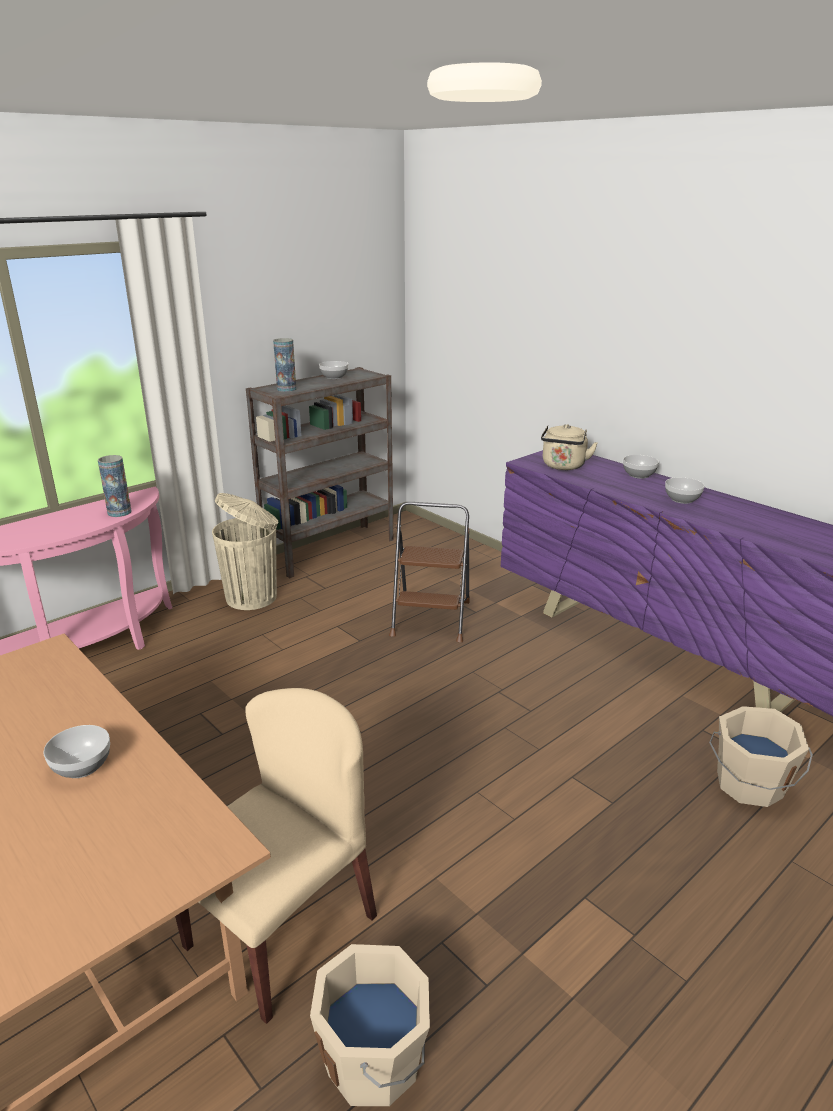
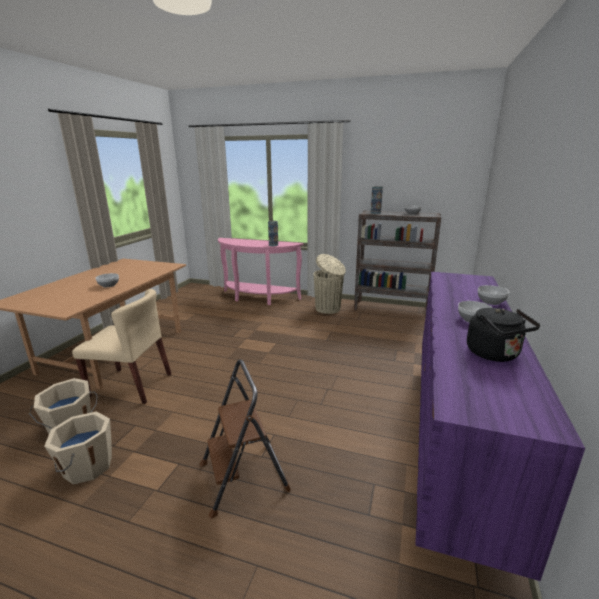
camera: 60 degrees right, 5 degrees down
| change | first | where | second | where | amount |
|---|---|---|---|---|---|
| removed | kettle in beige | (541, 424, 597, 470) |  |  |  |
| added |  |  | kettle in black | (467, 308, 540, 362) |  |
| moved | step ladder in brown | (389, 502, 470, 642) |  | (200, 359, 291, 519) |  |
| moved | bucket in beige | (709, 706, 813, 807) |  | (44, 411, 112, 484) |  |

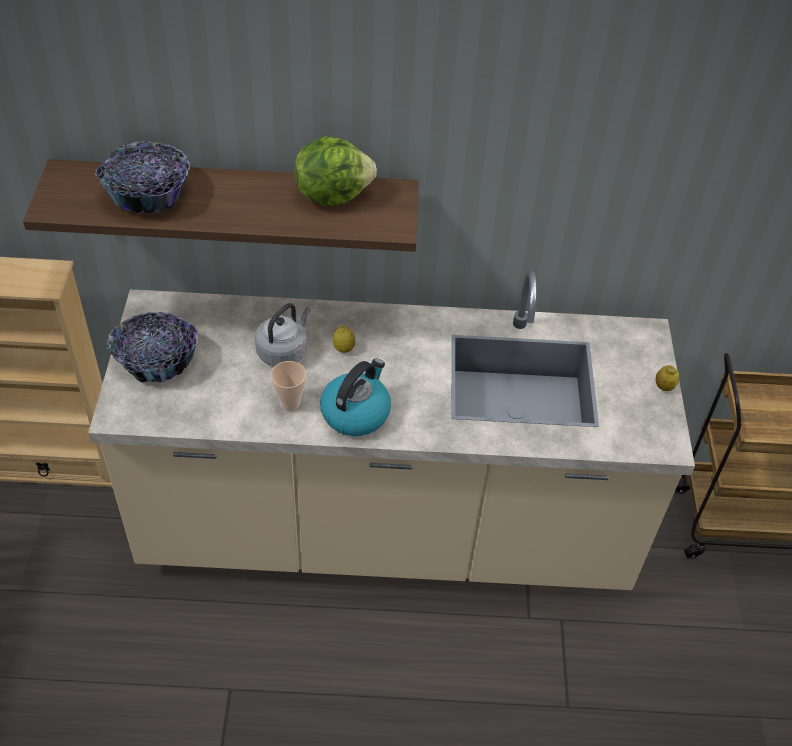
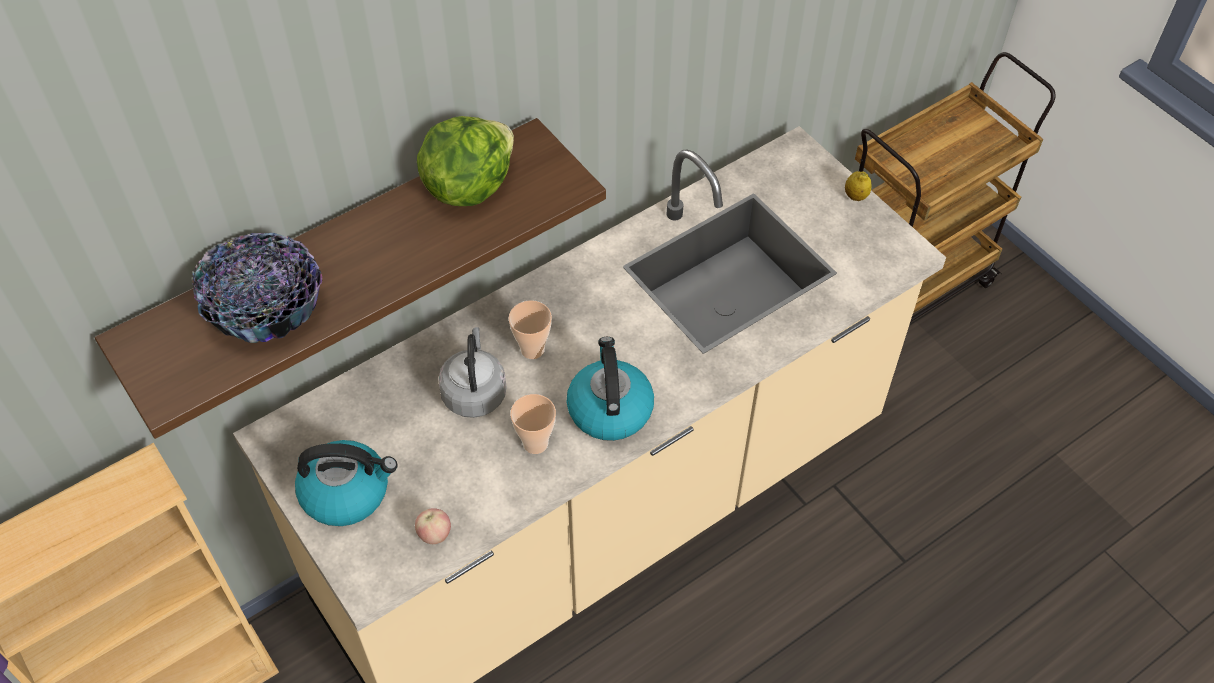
camera: 35 degrees left, 5 degrees up
| change | first | where | second | where | amount |
|---|---|---|---|---|---|
| added |  |  | apple | (415, 508, 451, 544) |  |
| replaced | bowl | (106, 312, 198, 383) | kettle | (295, 440, 398, 526) |  |
| replaced | lemon | (333, 325, 355, 353) | cup | (508, 300, 552, 359) |  |

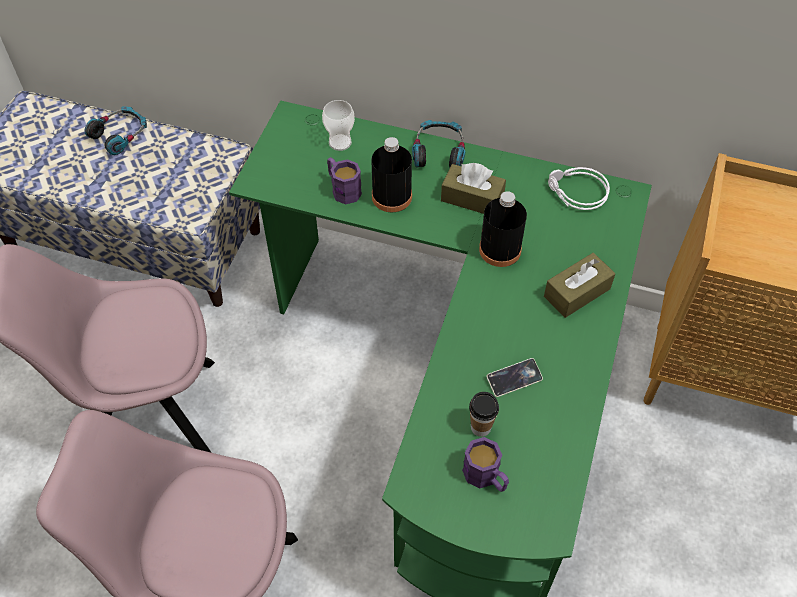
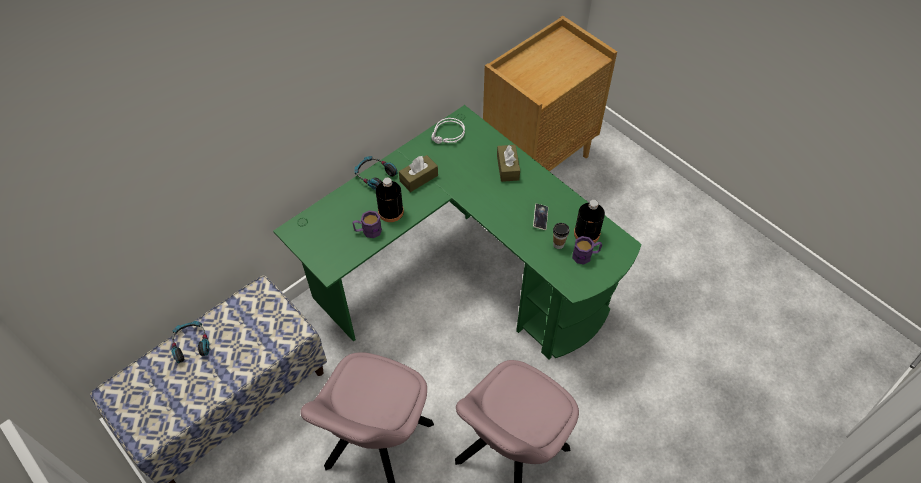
camera: 60 degrees left, 0 degrees up
| change | first | where | second | where | amount |
|---|---|---|---|---|---|
| removed | cup | (322, 100, 355, 151) |  |  |  |
| moved | bottle in black | (479, 191, 527, 267) |  | (574, 200, 605, 243) |  |

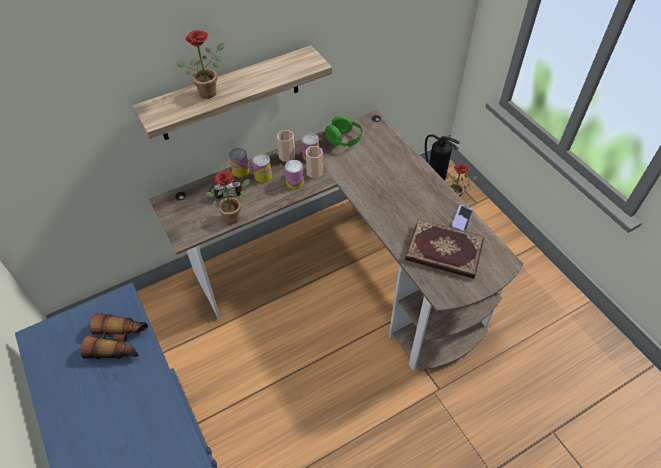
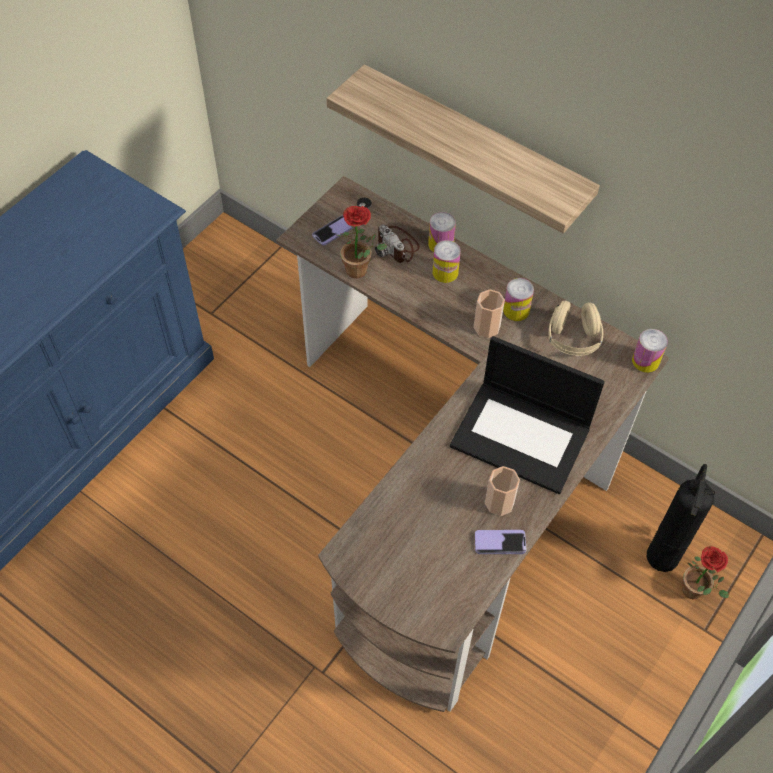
camera: 65 degrees right, 5 degrees up
| change | first | where | second | where | amount |
|---|---|---|---|---|---|
| removed | binoculars | (81, 313, 148, 359) |  |  |  |
| removed | potted plant | (177, 30, 224, 99) |  |  |  |
| removed | book | (405, 219, 485, 279) |  |  |  |
| added |  |  | phone | (312, 215, 353, 245) |  |
| added |  |  | laptop | (450, 336, 605, 494) |  |
| moved | cup | (277, 130, 295, 162) |  | (485, 466, 520, 516) |  |
| moved | can | (285, 160, 304, 189) |  | (632, 329, 668, 373) |  |
| recoloured | headphones in green | (324, 115, 364, 147) | headphones in beige | (548, 301, 603, 356) |  |

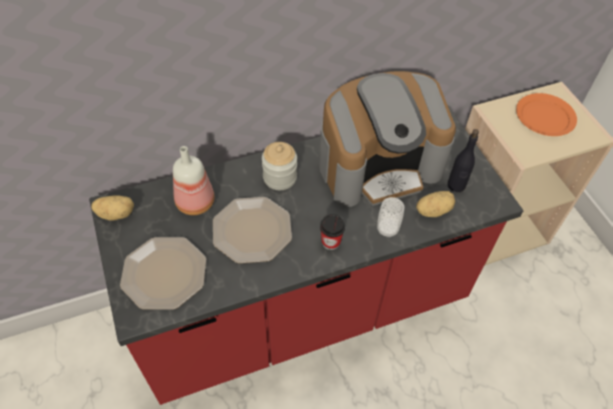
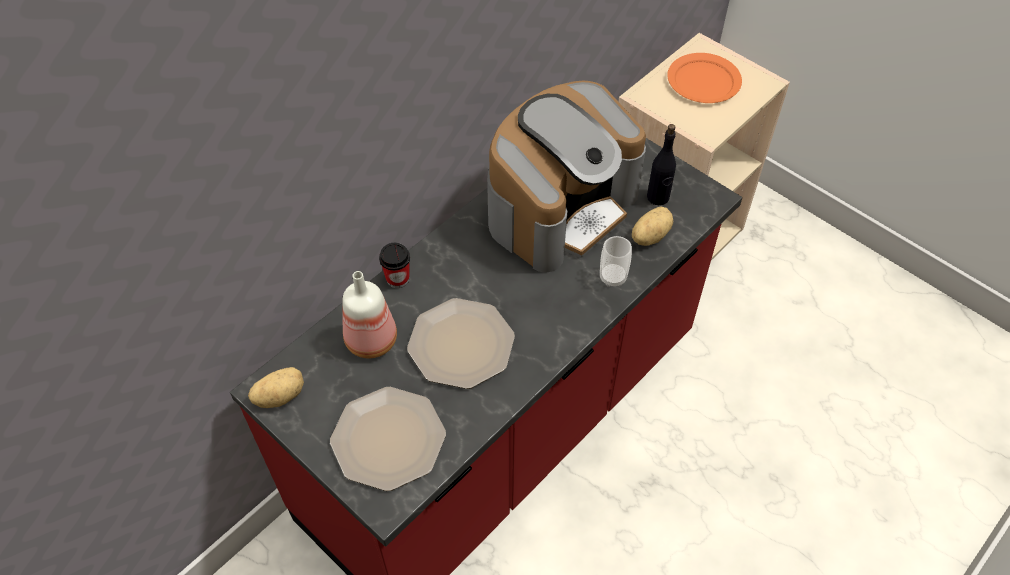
camera: 25 degrees left, 0 degrees up
| change | first | where | second | where | amount |
|---|---|---|---|---|---|
| removed | jar | (262, 142, 297, 190) |  |  |  |
| moved | cup | (320, 214, 345, 250) |  | (379, 243, 410, 288) |  |

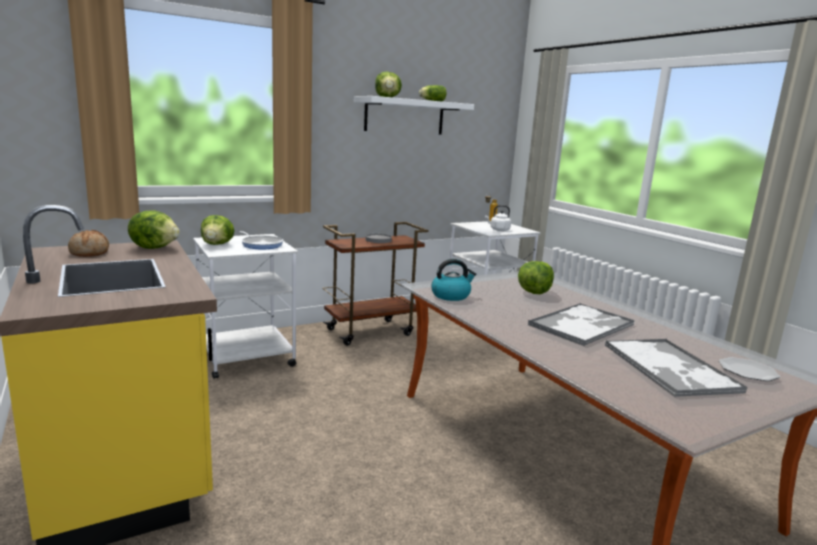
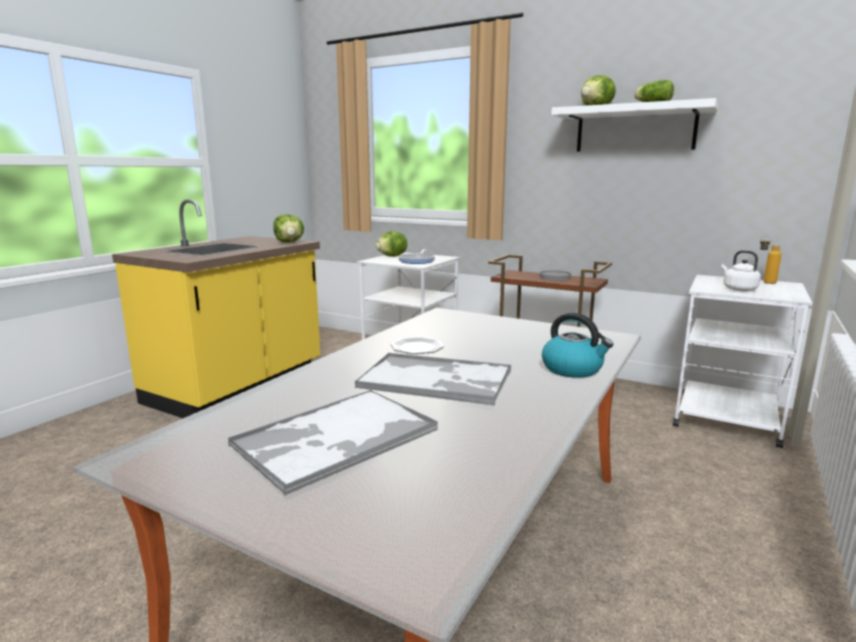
camera: 60 degrees right, 0 degrees up
| change | first | where | second | where | amount |
|---|---|---|---|---|---|
| removed | bread | (68, 230, 109, 257) |  |  |  |
| removed | lettuce | (518, 261, 554, 294) |  |  |  |
| moved | kettle | (431, 259, 476, 301) |  | (542, 313, 613, 378) |  |
| moved | plate | (719, 357, 780, 381) |  | (391, 337, 444, 354) |  |

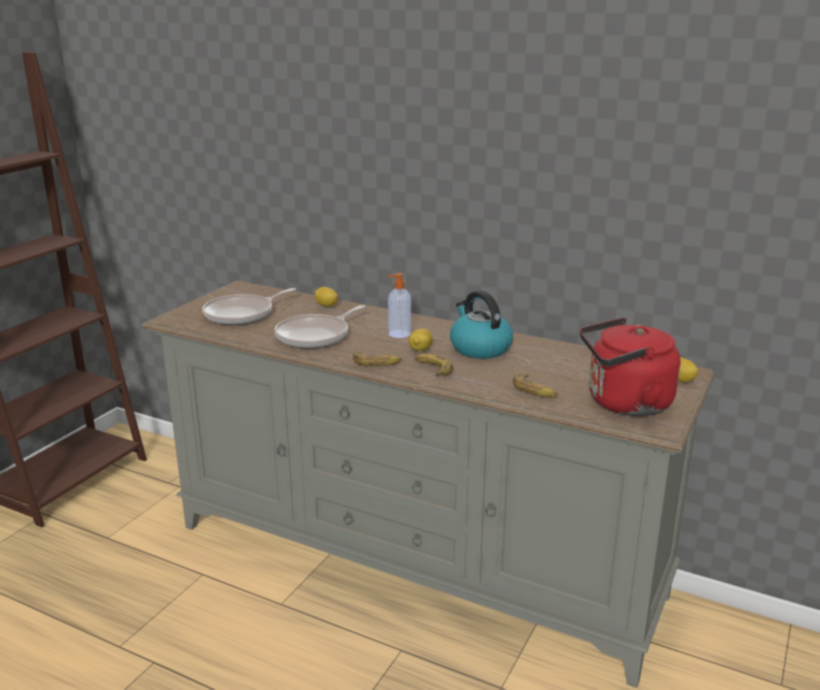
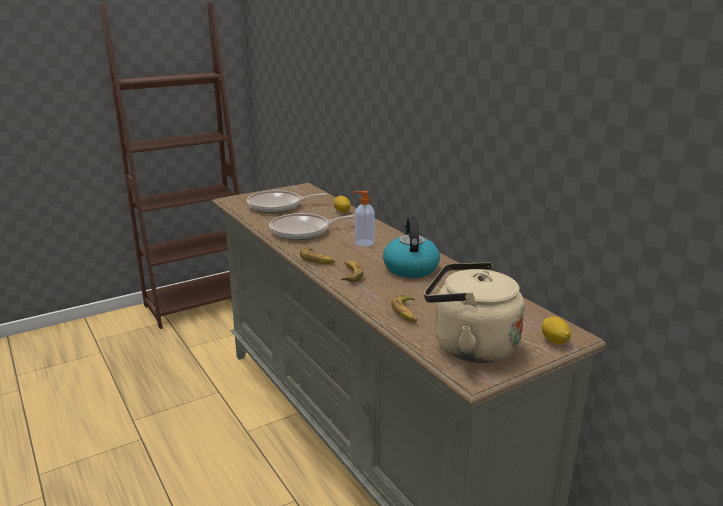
camera: 30 degrees right, 0 degrees up
| change | first | where | second | where | amount |
|---|---|---|---|---|---|
| removed | lemon | (409, 328, 432, 351) |  |  |  |
| recoloured | kettle in red | (580, 317, 681, 416) | kettle in beige | (424, 262, 525, 363) |  |

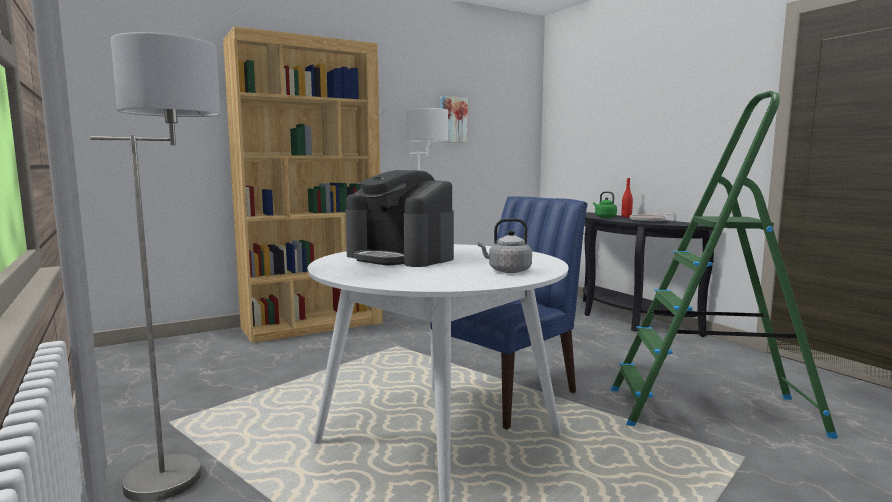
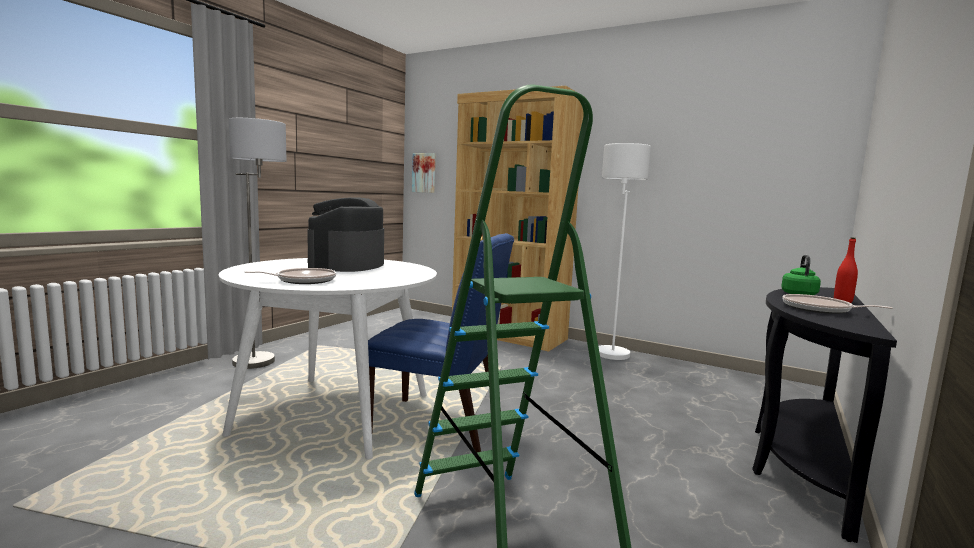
camera: 60 degrees right, 0 degrees up
| change | first | where | second | where | amount |
|---|---|---|---|---|---|
| moved | picture | (440, 96, 468, 143) |  | (412, 153, 435, 193) |  |
| replaced | kettle in grey | (477, 218, 532, 273) | frying pan | (245, 268, 336, 284) |  |

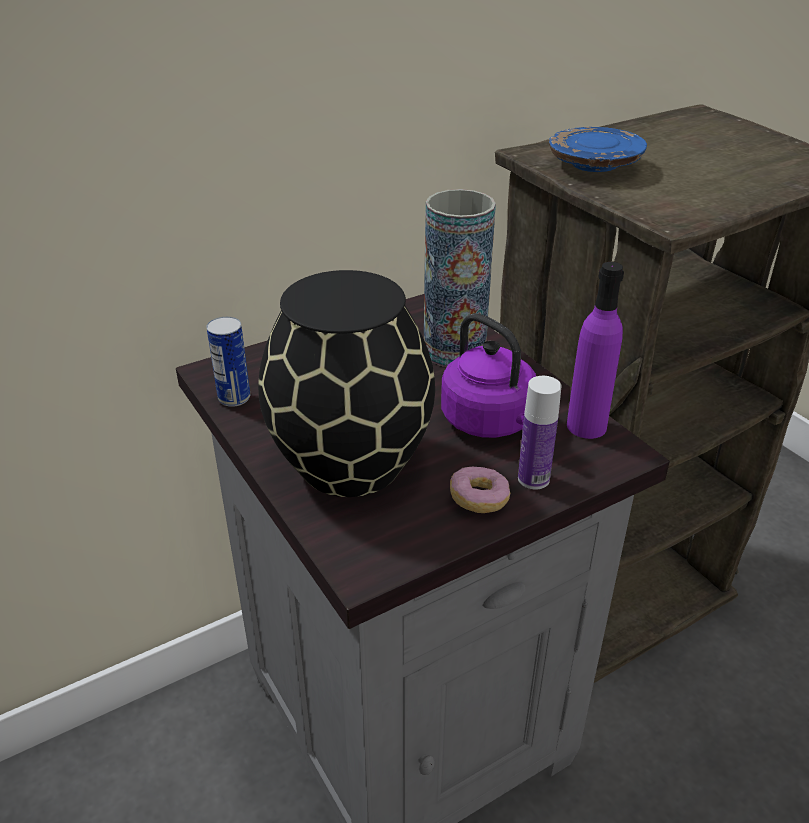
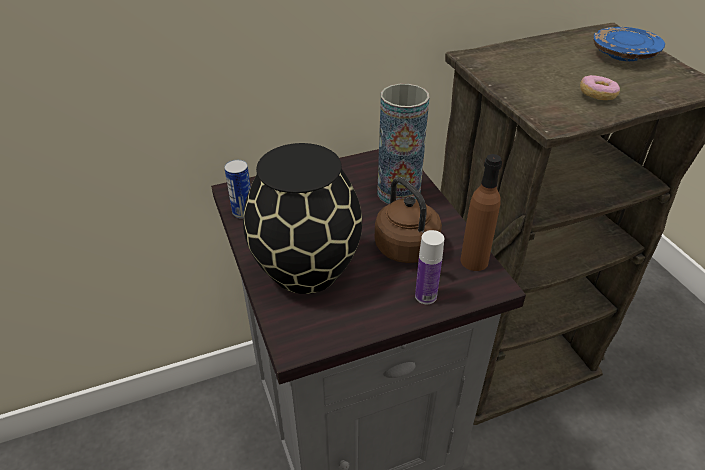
camera: 10 degrees right, 5 degrees up
| change | first | where | second | where | amount |
|---|---|---|---|---|---|
| moved | donut | (450, 467, 510, 513) |  | (580, 75, 620, 100) |  |
| moved | plate in blue | (549, 127, 647, 172) |  | (593, 27, 665, 61) |  |
| recoloured | kettle in purple | (441, 313, 536, 438) | kettle in brown | (375, 177, 442, 263) |  |
| recoloured | bottle in purple | (567, 262, 624, 439) | bottle in brown | (461, 154, 502, 271) |  |

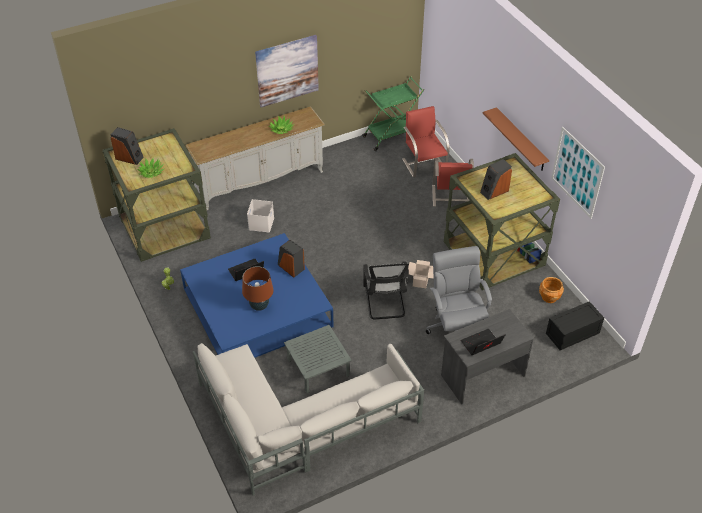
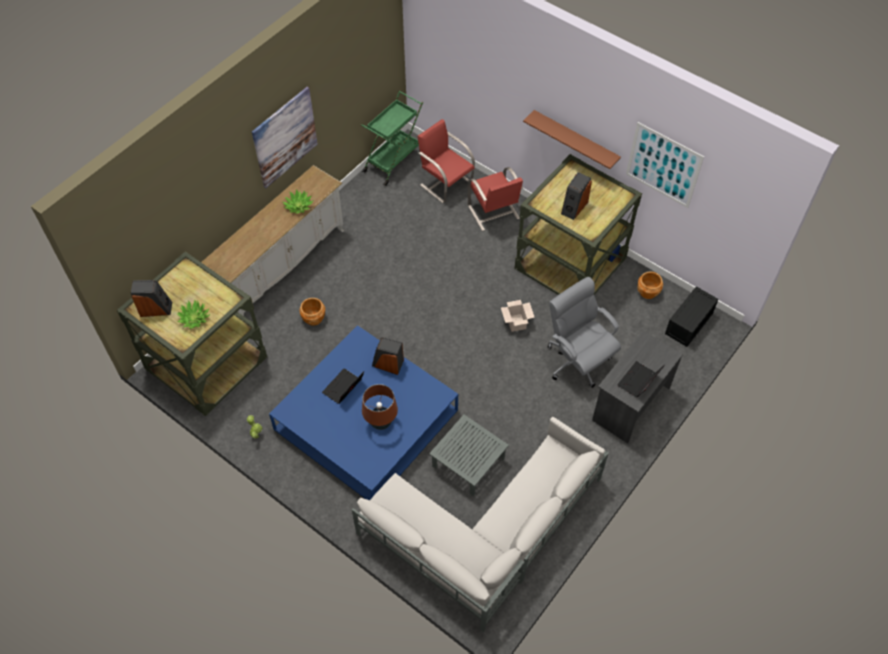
camera: 25 degrees left, 10 degrees up
| change | first | where | second | where | amount |
|---|---|---|---|---|---|
| removed | chair | (363, 261, 409, 319) |  |  |  |
| replaced | storage box in white | (247, 199, 274, 232) | planter in brown | (299, 298, 325, 326) |  |

